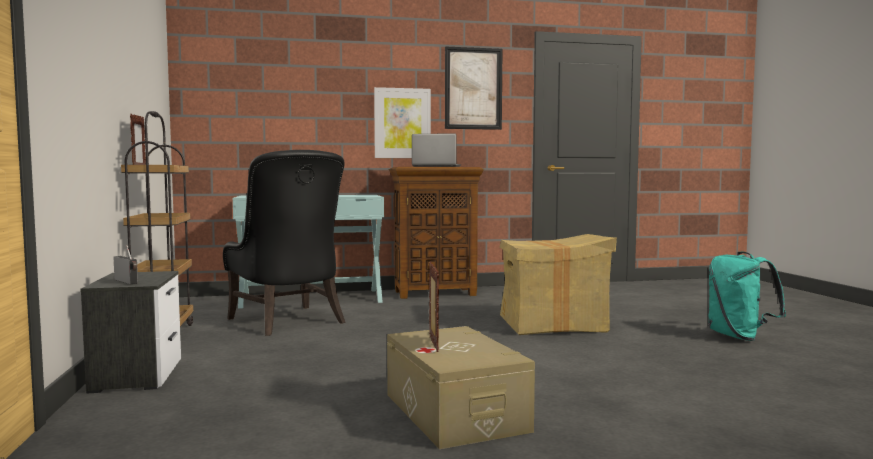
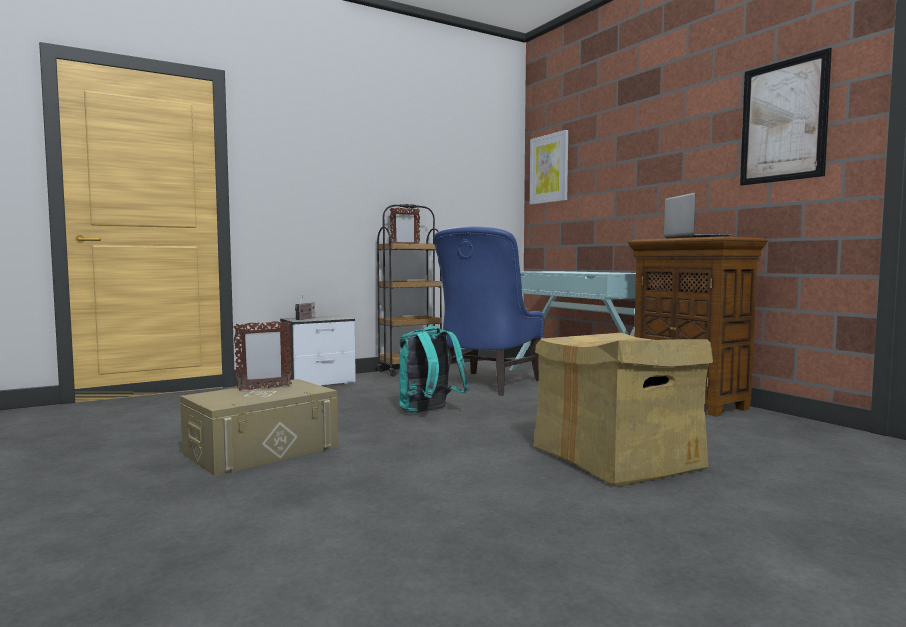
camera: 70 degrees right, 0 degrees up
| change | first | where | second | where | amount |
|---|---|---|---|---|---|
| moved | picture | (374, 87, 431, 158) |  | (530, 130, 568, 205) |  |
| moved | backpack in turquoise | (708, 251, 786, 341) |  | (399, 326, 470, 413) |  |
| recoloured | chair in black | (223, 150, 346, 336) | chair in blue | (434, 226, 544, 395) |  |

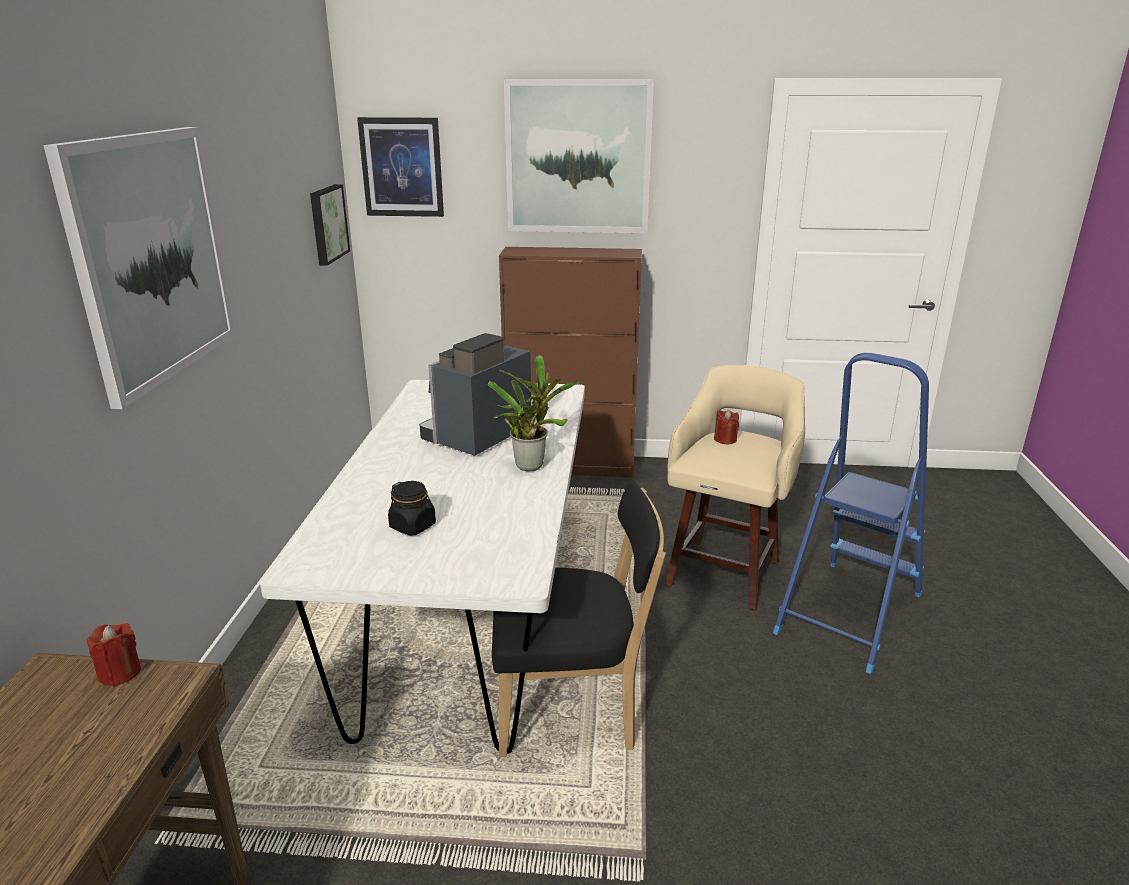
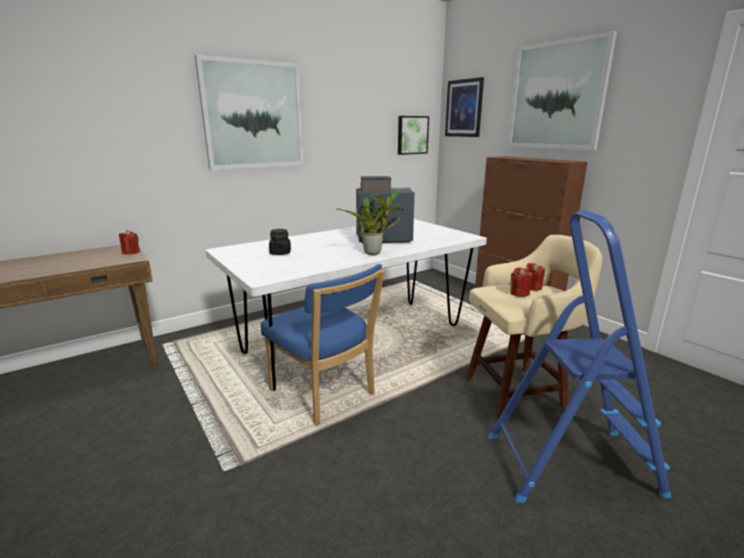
camera: 50 degrees right, 5 degrees down
| change | first | where | second | where | amount |
|---|---|---|---|---|---|
| added |  |  | candle in red | (510, 267, 532, 297) |  |
| recoloured | chair in black | (492, 481, 666, 757) | chair in blue | (261, 264, 385, 426) |  |

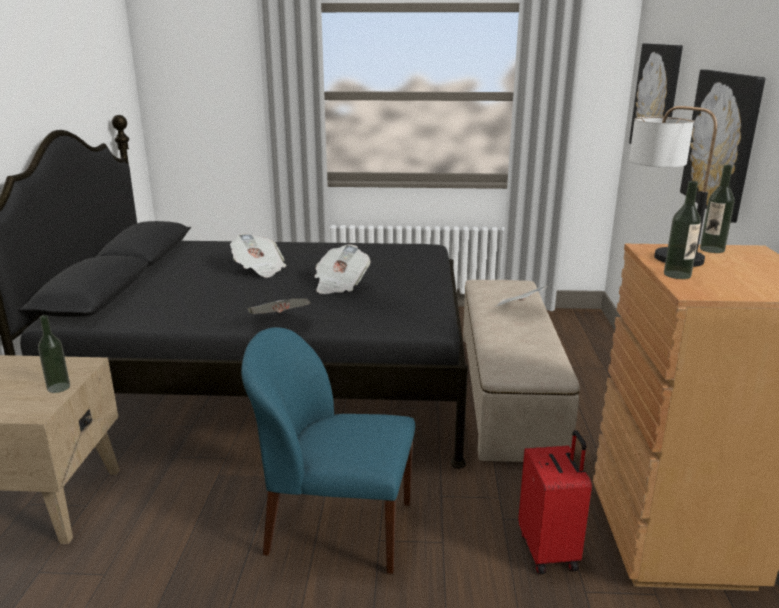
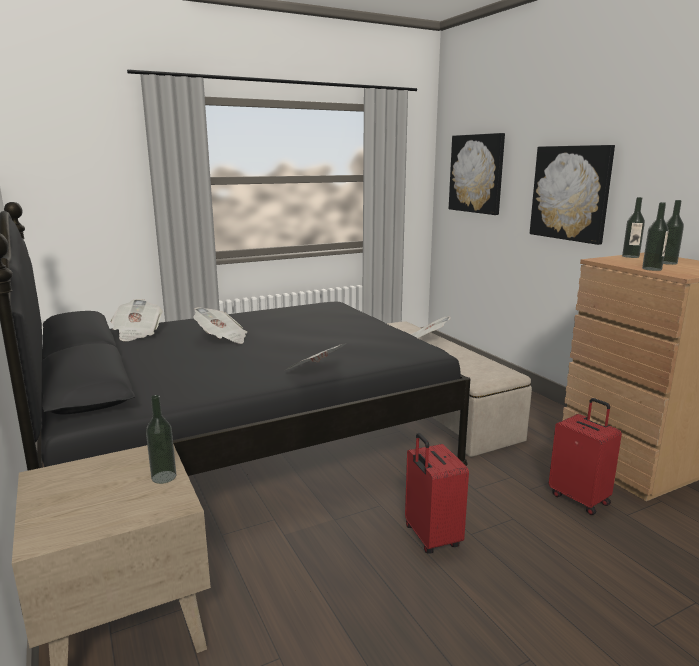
camera: 30 degrees left, 5 degrees down
| change | first | where | second | where | amount |
|---|---|---|---|---|---|
| removed | table lamp | (629, 106, 717, 267) |  |  |  |
| added |  |  | bottle | (663, 200, 684, 265) |  |
| moved | newspaper | (314, 244, 371, 294) |  | (111, 299, 163, 341) |  |
| replaced | chair in blue | (241, 327, 415, 574) | suitcase in red | (405, 433, 469, 554) |  |

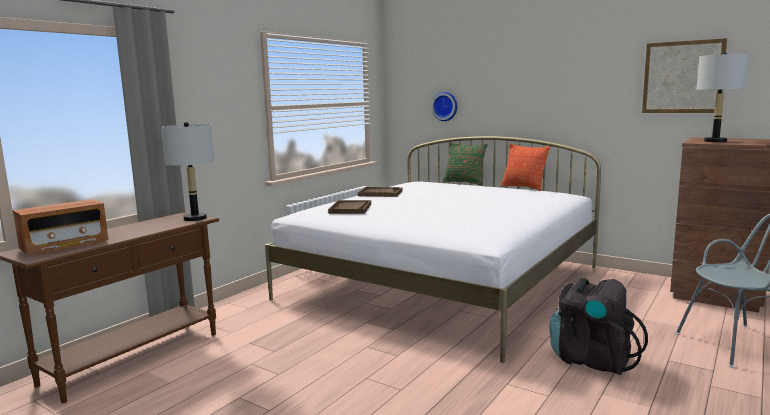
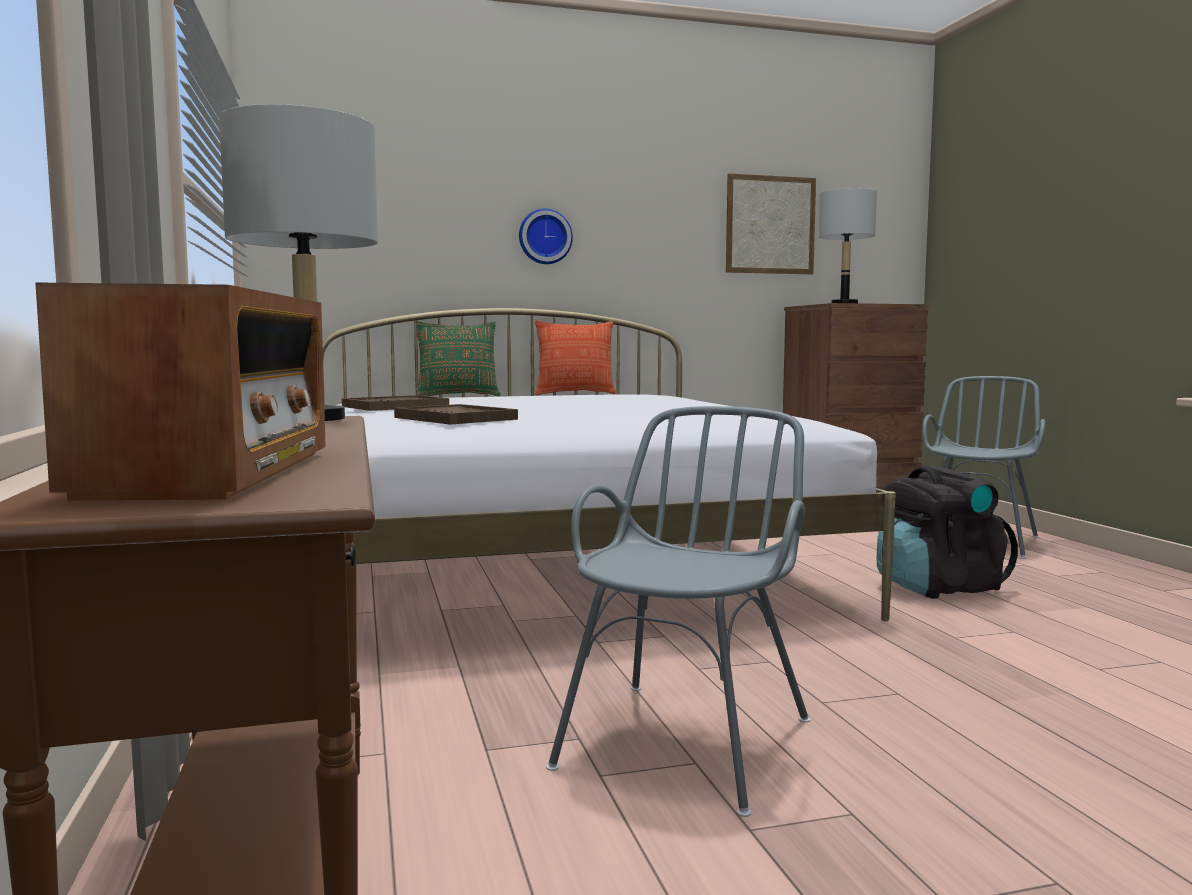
camera: 50 degrees left, 5 degrees down
| change | first | where | second | where | amount |
|---|---|---|---|---|---|
| added |  |  | chair in grey | (546, 406, 810, 817) |  |
| moved | wall clock | (431, 92, 457, 121) |  | (519, 208, 573, 264) |  |

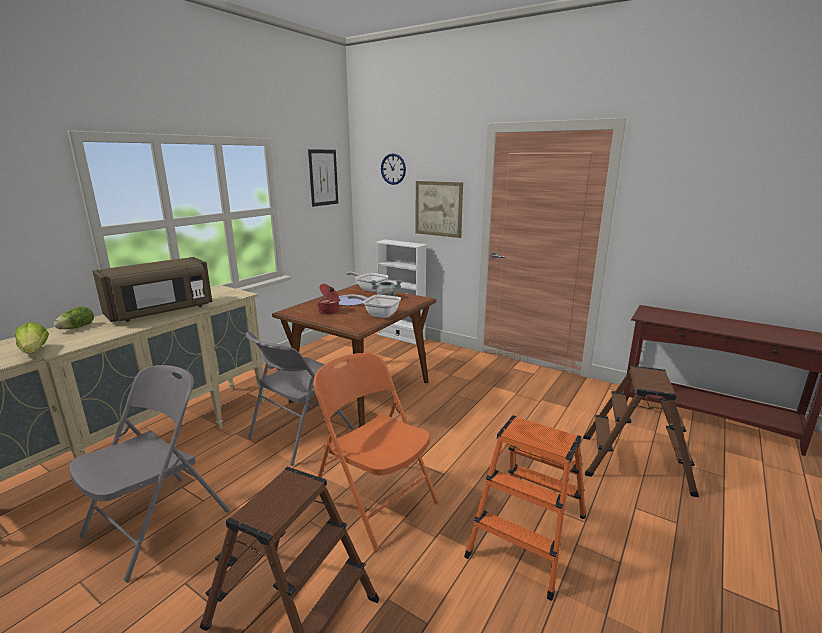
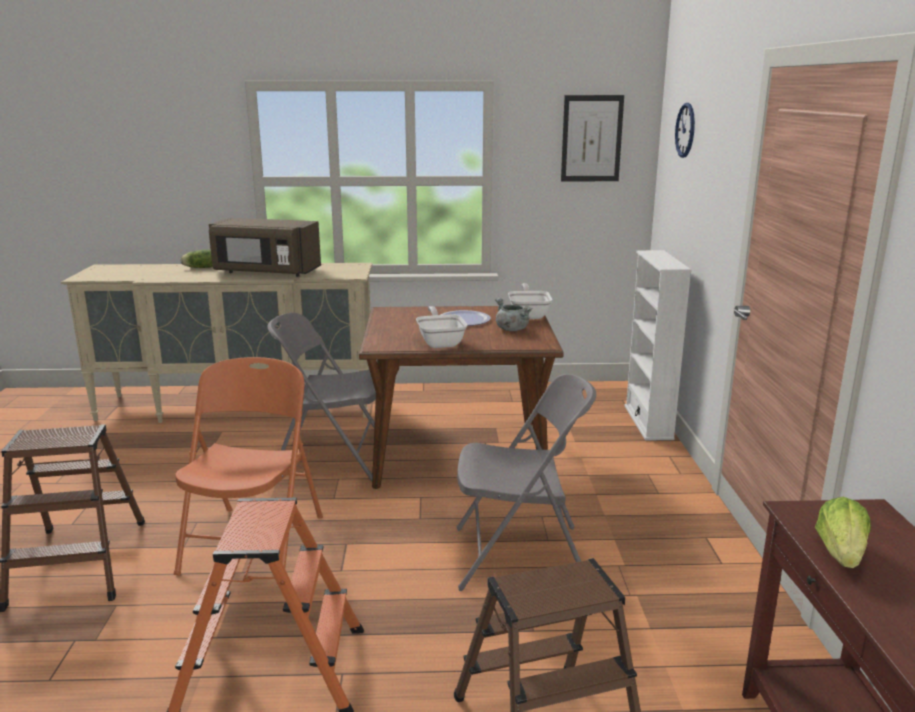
camera: 55 degrees right, 0 degrees up
| change | first | where | second | where | amount |
|---|---|---|---|---|---|
| removed | cooking pot | (316, 284, 341, 314) |  |  |  |
| removed | picture | (416, 181, 463, 238) |  |  |  |
| moved | lettuce | (15, 323, 49, 354) |  | (815, 497, 871, 568) |  |
| moved | chair in grey | (69, 365, 230, 583) |  | (457, 374, 596, 591) |  |

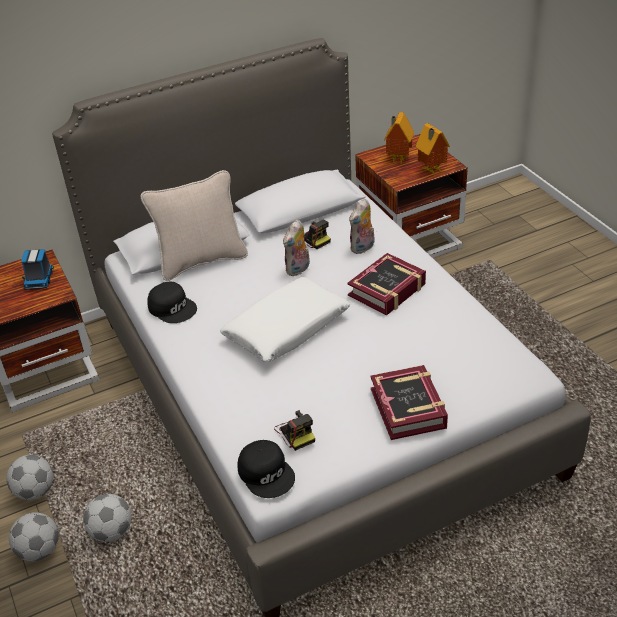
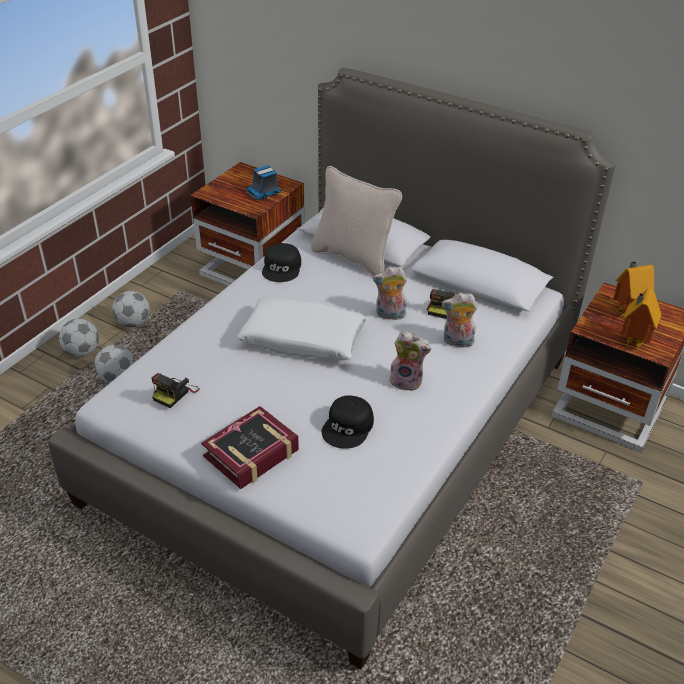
camera: 55 degrees right, 0 degrees up
| change | first | where | second | where | amount |
|---|---|---|---|---|---|
| moved | cap in black | (237, 440, 295, 498) |  | (322, 396, 374, 449) |  |
| replaced | book | (347, 253, 426, 316) | plush toy | (389, 331, 431, 391) |  |

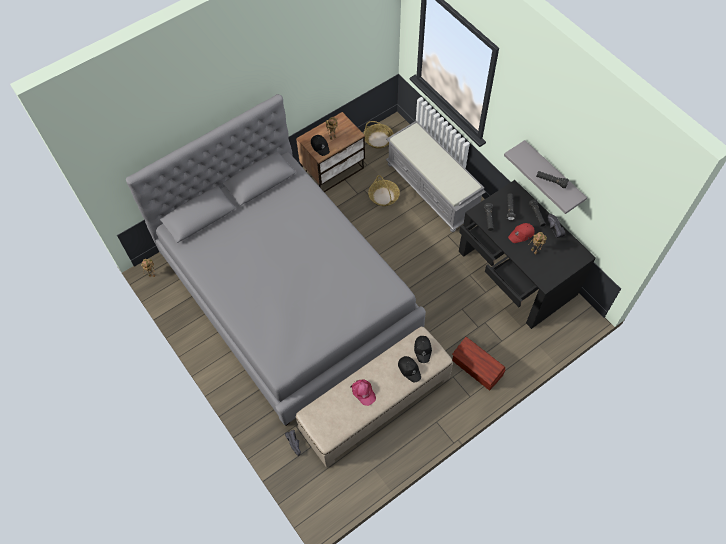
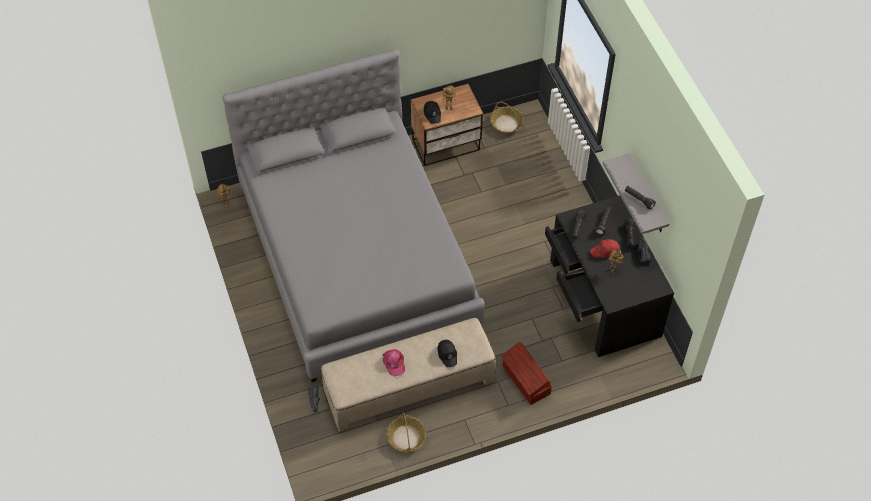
camera: 15 degrees right, 5 degrees down
| change | first | where | second | where | amount |
|---|---|---|---|---|---|
| removed | bench in grey | (386, 120, 486, 232) |  |  |  |
| removed | cap in black | (414, 336, 432, 363) |  |  |  |
| moved | basket | (368, 175, 400, 206) |  | (386, 412, 426, 452) |  |

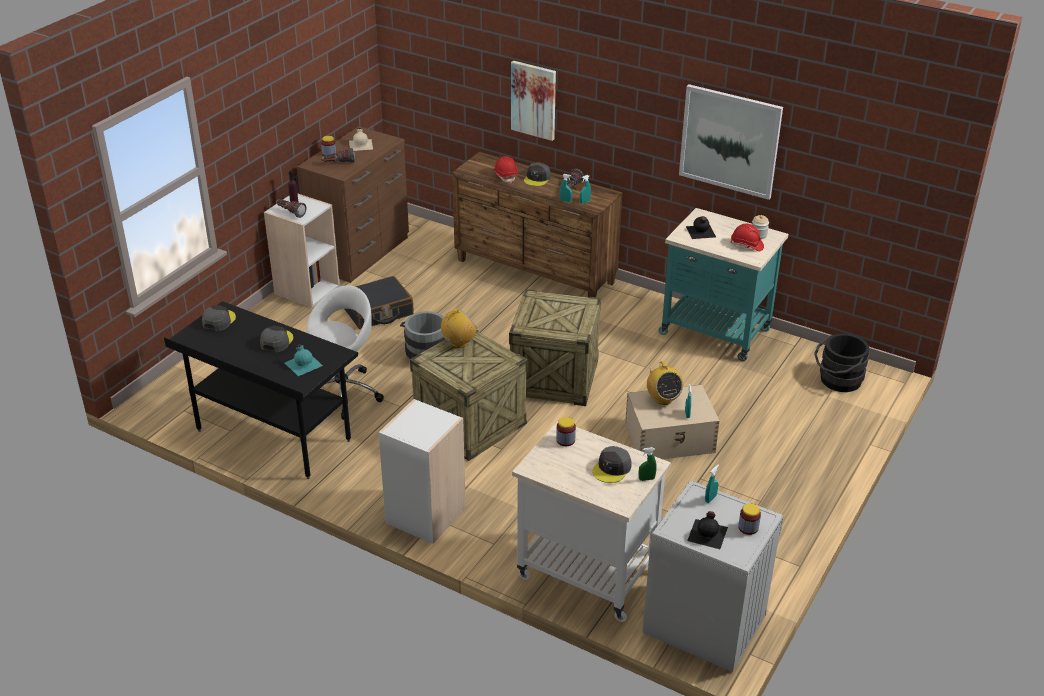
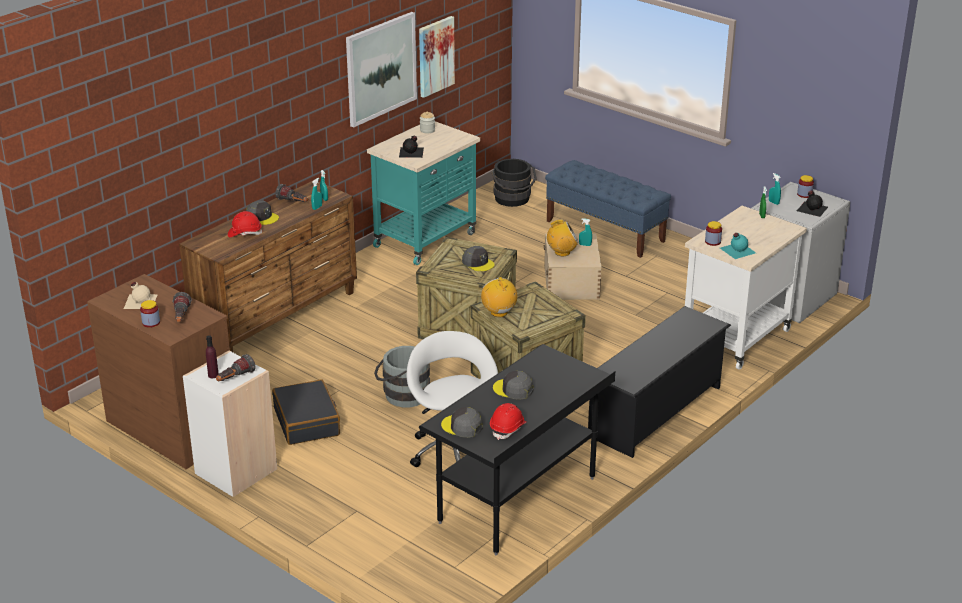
camera: 80 degrees left, 5 degrees down
| change | first | where | second | where | amount |
|---|---|---|---|---|---|
| added |  |  | bench in blue | (545, 160, 671, 258) |  |
| moved | bottle in turquoise | (285, 344, 323, 376) |  | (720, 233, 756, 259) |  |
| moved | picture | (511, 61, 556, 141) |  | (419, 16, 455, 98) |  |
| moved | cap in grey | (592, 446, 632, 483) |  | (462, 246, 495, 271) |  |
| moved | hard hat in red | (730, 224, 764, 251) |  | (490, 403, 526, 440) |  |
| replaced | bookcase | (378, 399, 466, 544) | shoe rack in black | (588, 306, 731, 458) |  |

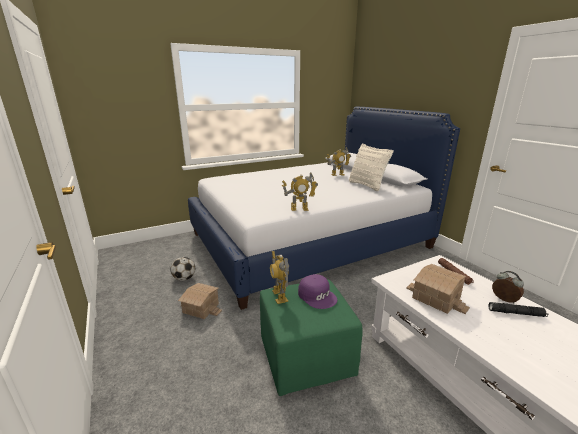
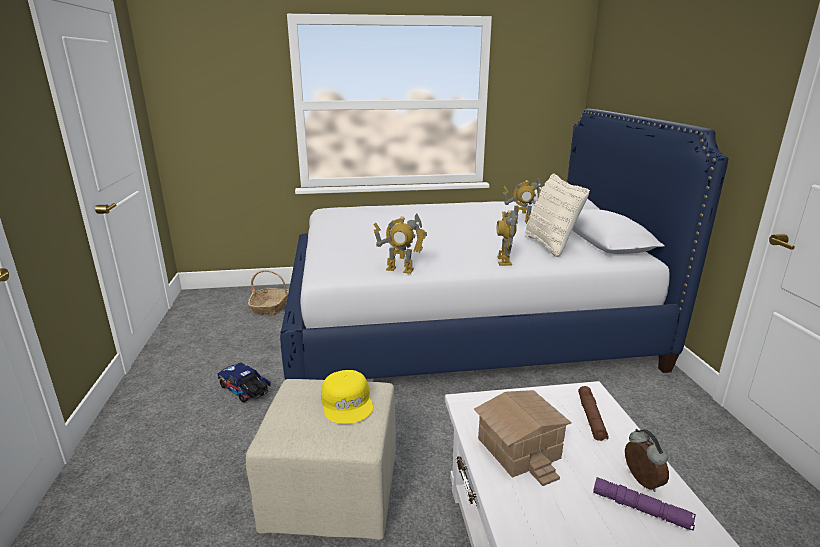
camera: 20 degrees right, 0 degrees up
| change | first | where | second | where | amount |
|---|---|---|---|---|---|
| removed | football | (171, 257, 195, 281) |  |  |  |
| added |  |  | basket | (248, 270, 289, 315) |  |
| moved | toy robot | (270, 251, 289, 304) |  | (497, 210, 517, 266) |  |
| replaced | toy house | (178, 283, 222, 319) | toy truck | (217, 362, 271, 402) |  |
| recoloured | ottoman in green | (260, 279, 363, 396) | ottoman in beige | (246, 379, 396, 540) |  |
| recoloured | cap in purple | (298, 274, 337, 309) | cap in yellow | (321, 370, 373, 424) |  |
| recoloured | flashlight in black | (489, 302, 548, 317) | flashlight in purple | (593, 477, 696, 531) |  |

